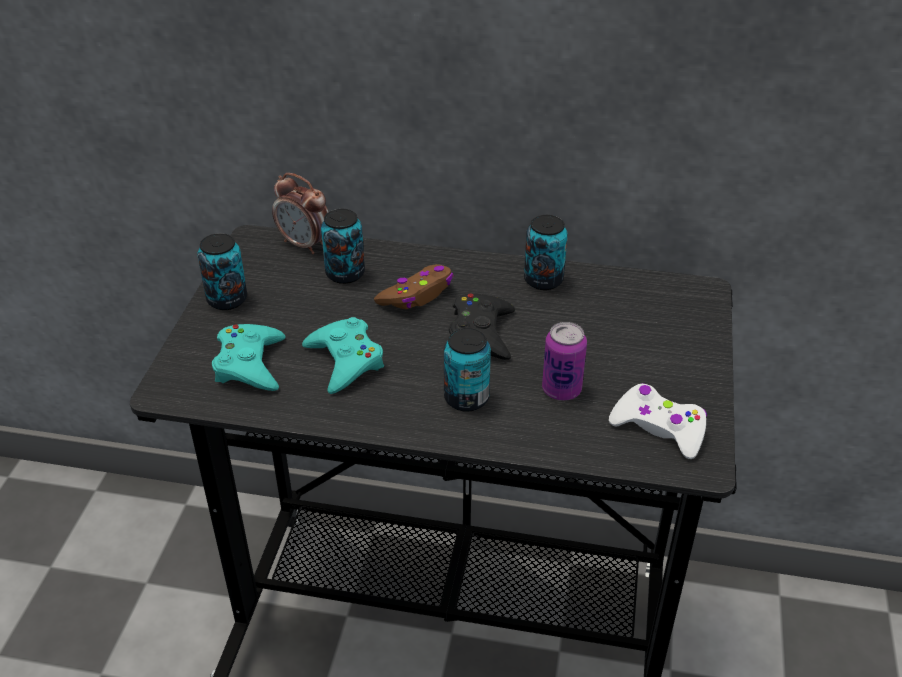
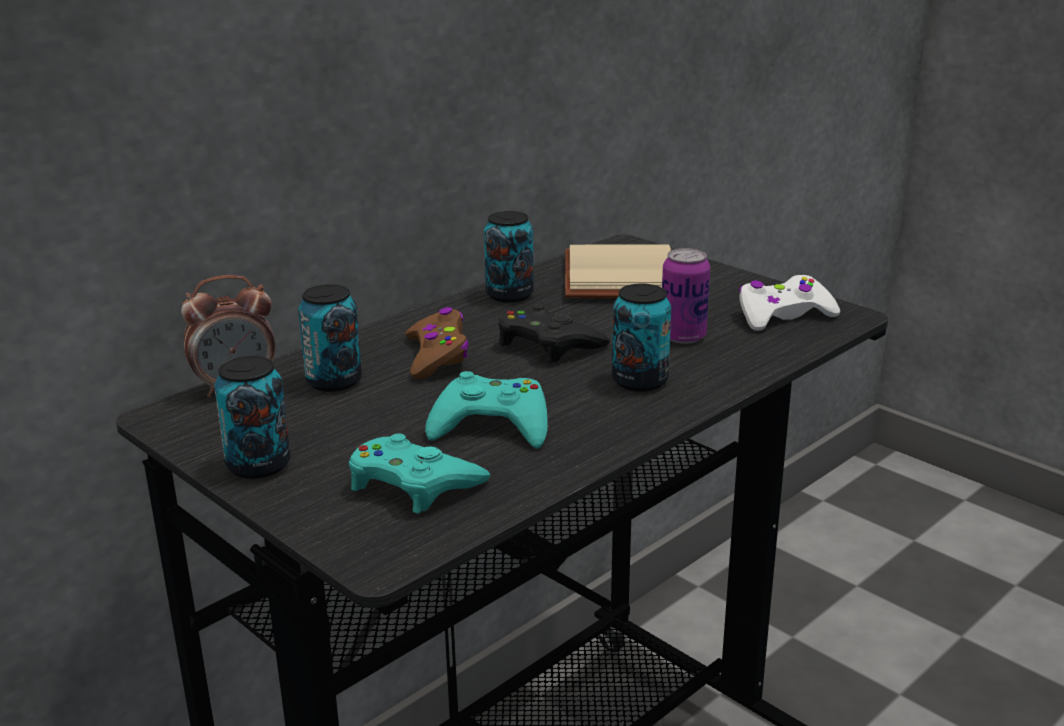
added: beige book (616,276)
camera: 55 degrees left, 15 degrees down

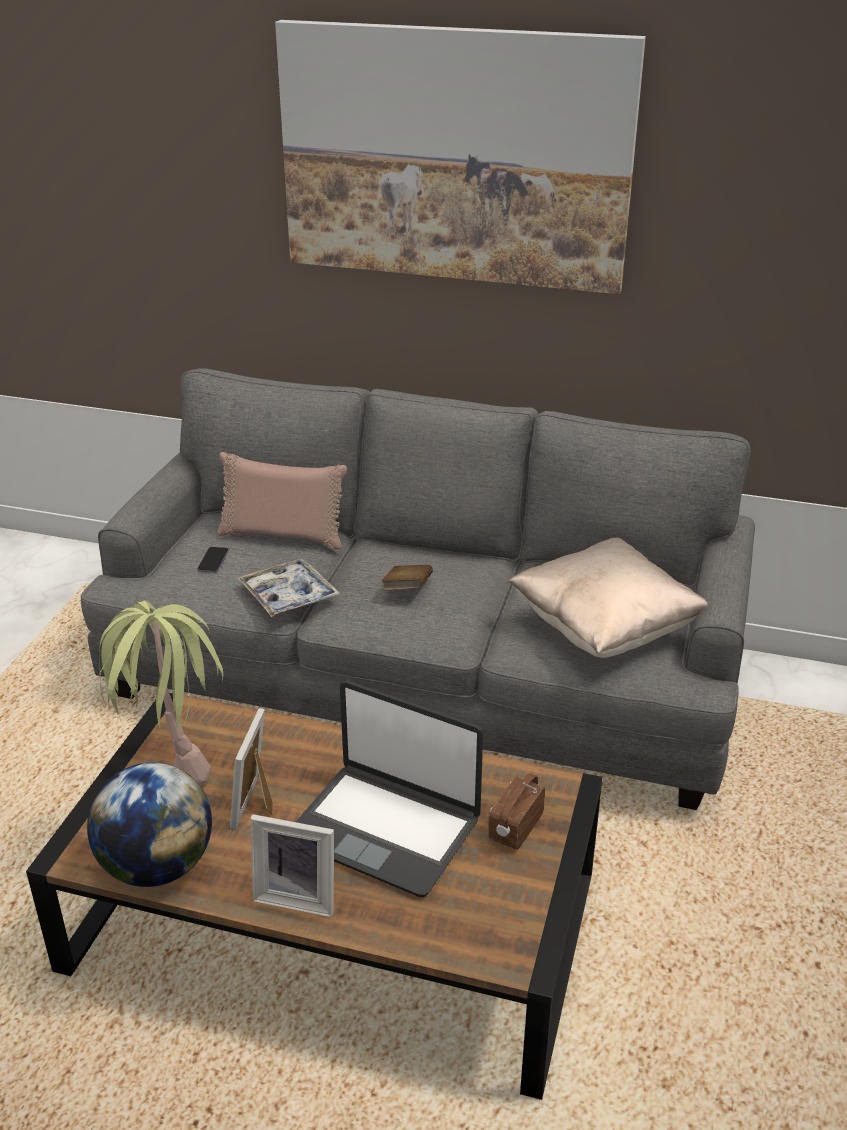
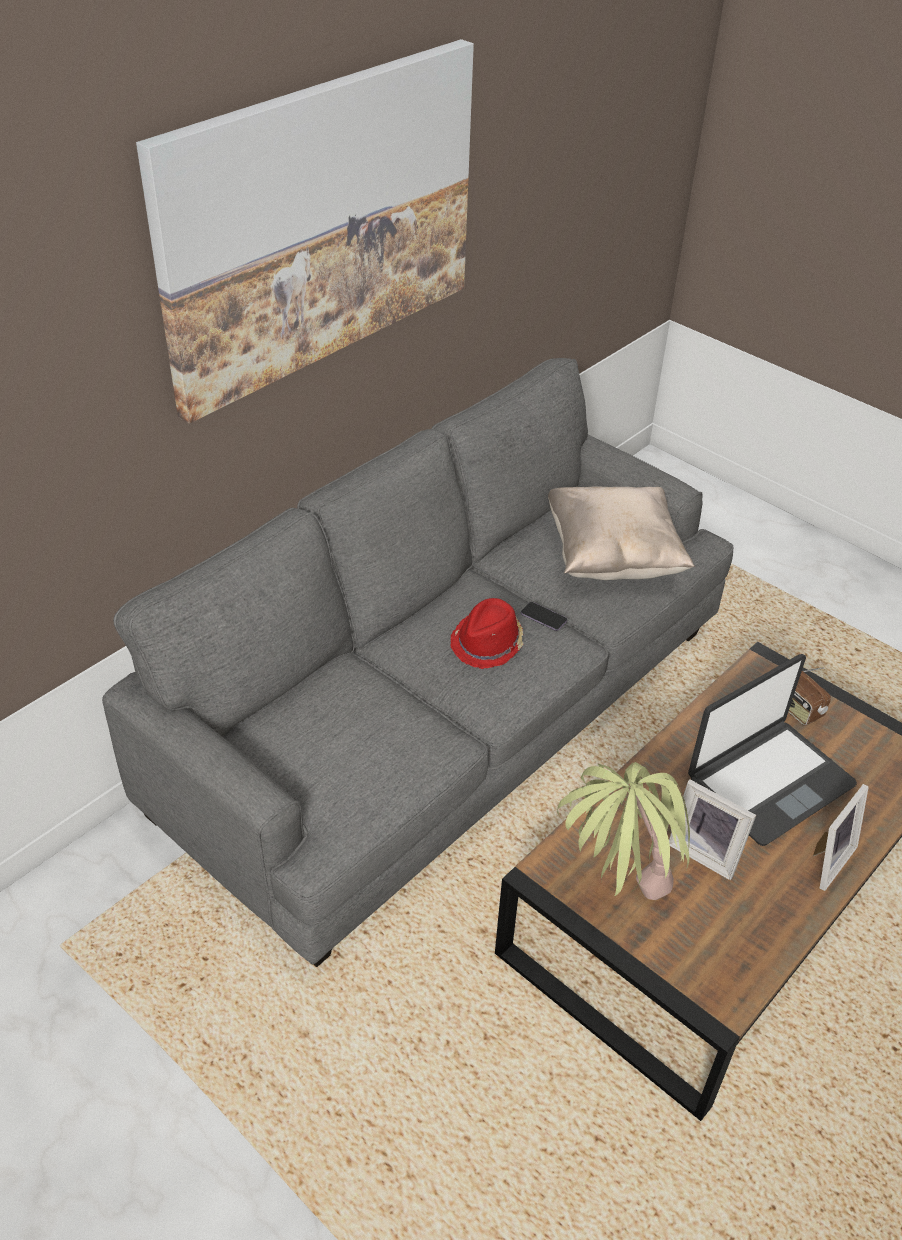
removed: beige pillow (282,536); tray (288,595); globe (157,866)
moved: phone (213,561) to (543,617)
replaced: brown book (407,589) to red hat (488,643)
camera: 65 degrees left, 10 degrees up

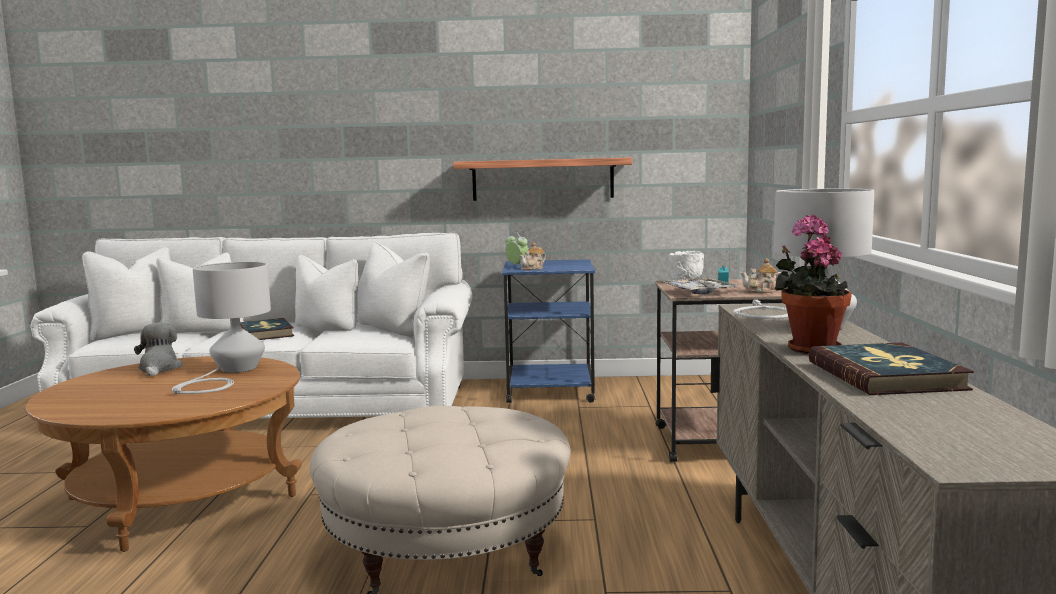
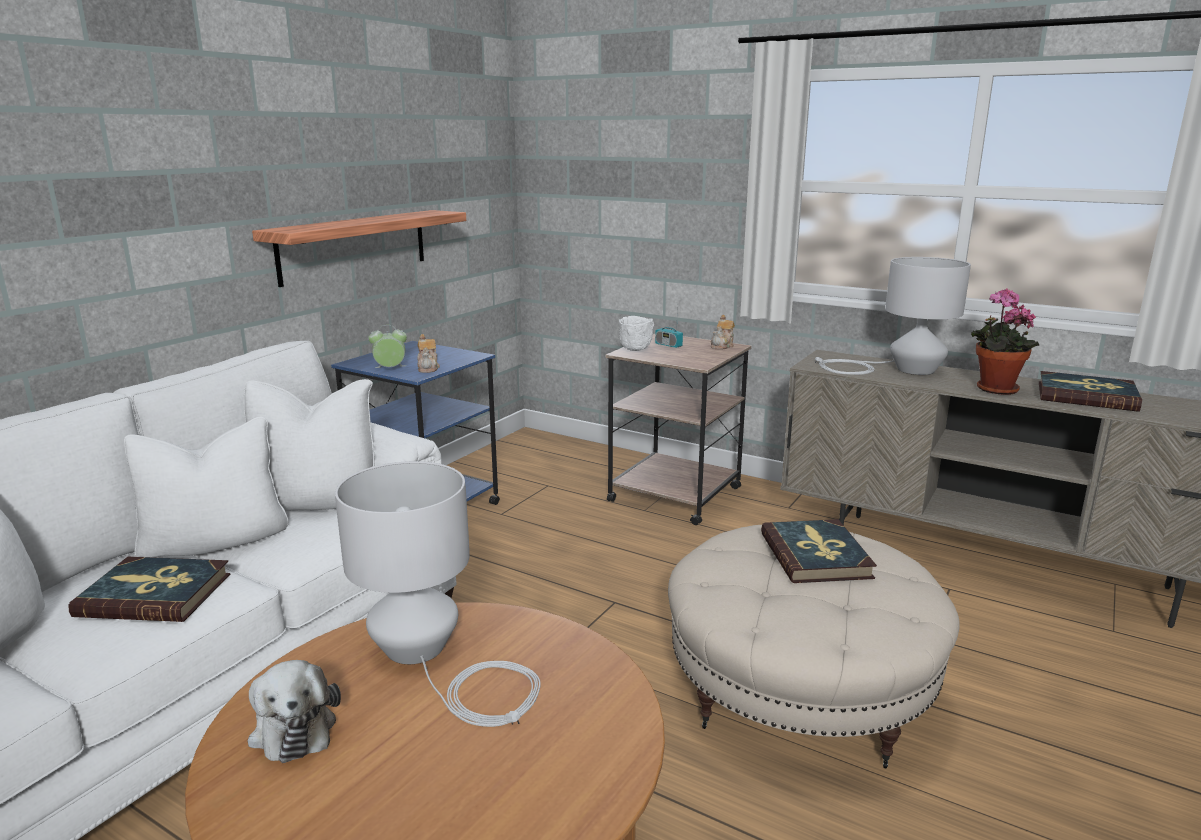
removed: tray (699,292)
added: book (816,556)
turned: plush toy (159,369) = (293,727) 135 degrees counterclockwise
camera: 60 degrees left, 10 degrees up

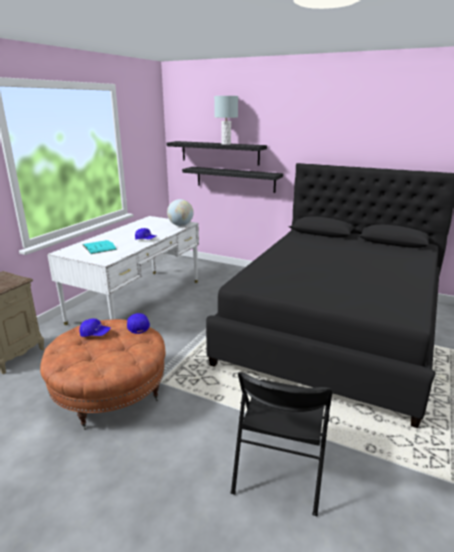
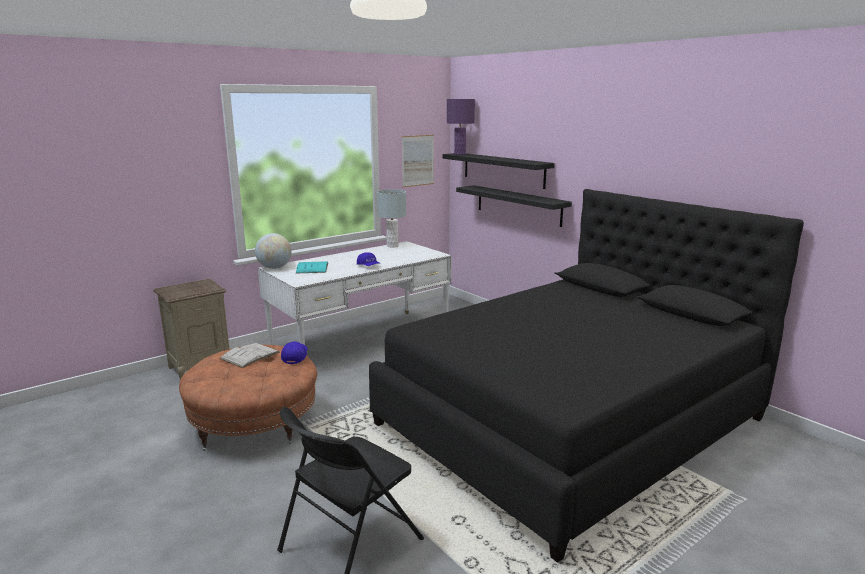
added: purple table lamp (459,154); picture (417,160)
moved: grey table lamp (226,144) to (392,246); globe (180,225) to (274,268)
replaced: blue cap (95,334) to white book (250,355)
camera: 25 degrees right, 5 degrees down

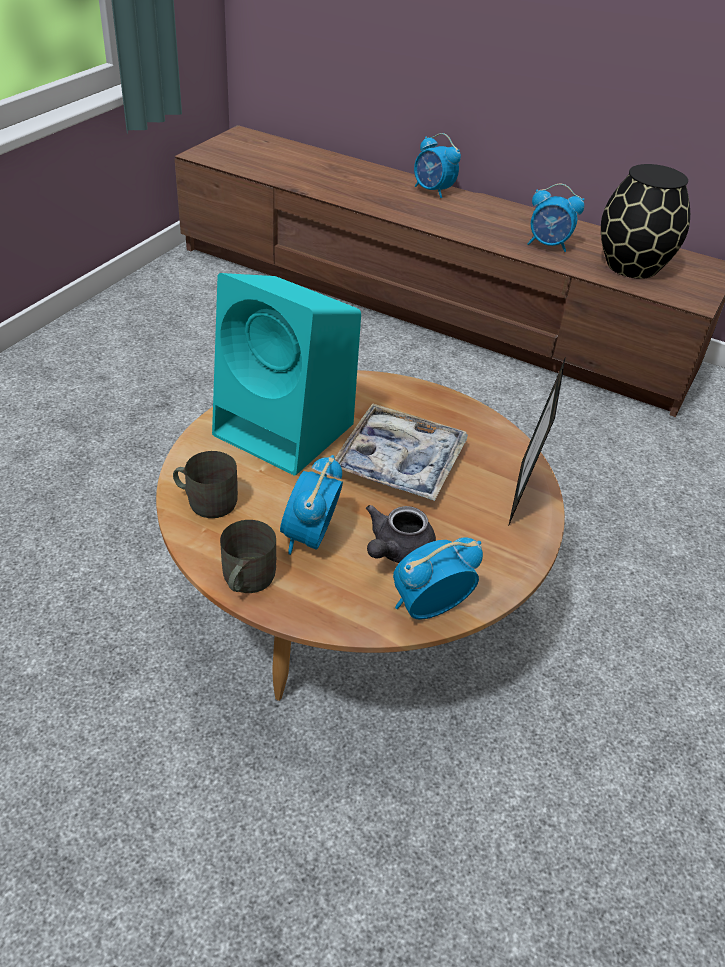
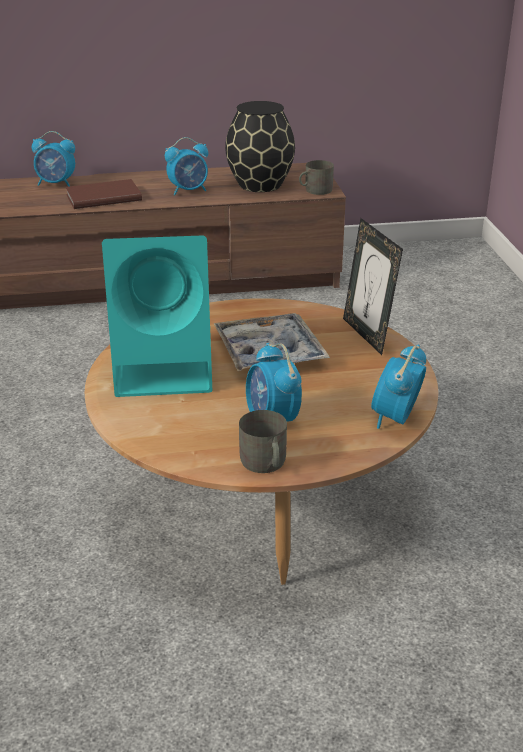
removed: grey teapot (396,551)
added: brown book (102,197)
moved: grey mug (206,500) to (315,190)
camera: 35 degrees left, 10 degrees down

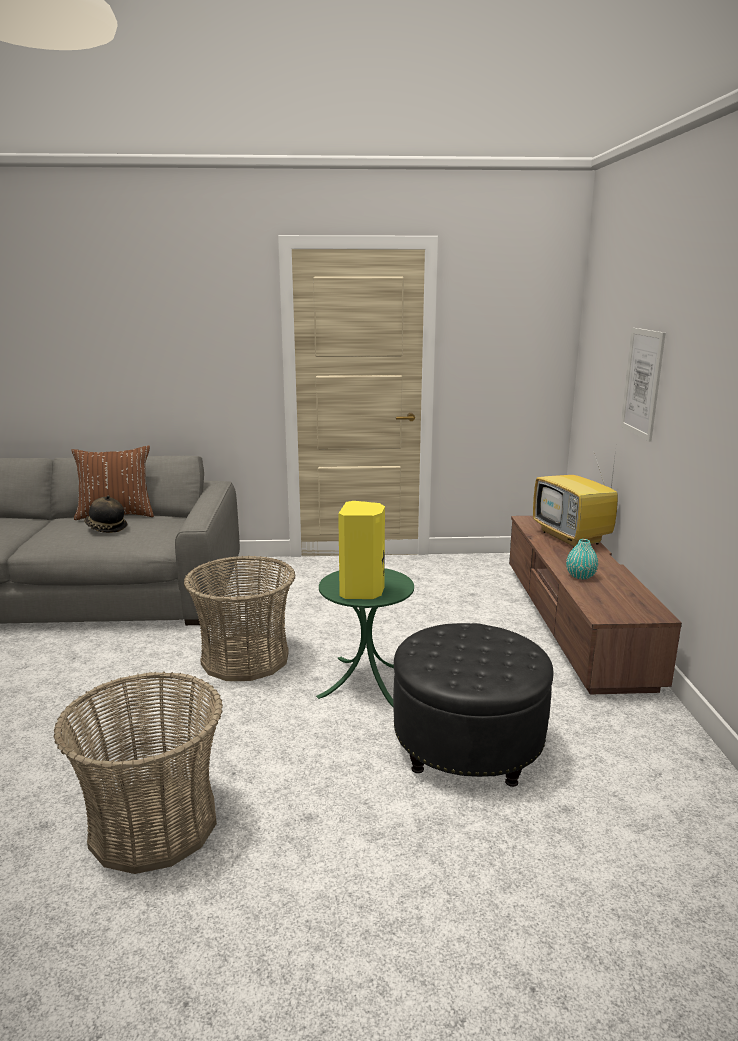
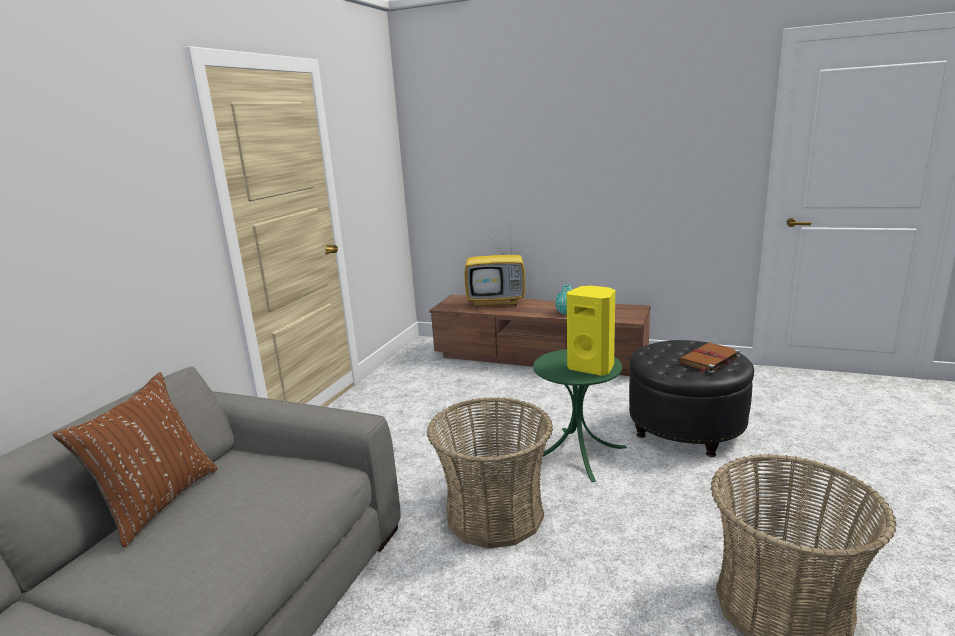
removed: picture (642,383); hat (105,528)
added: brown book (708,360)
camera: 65 degrees left, 0 degrees up

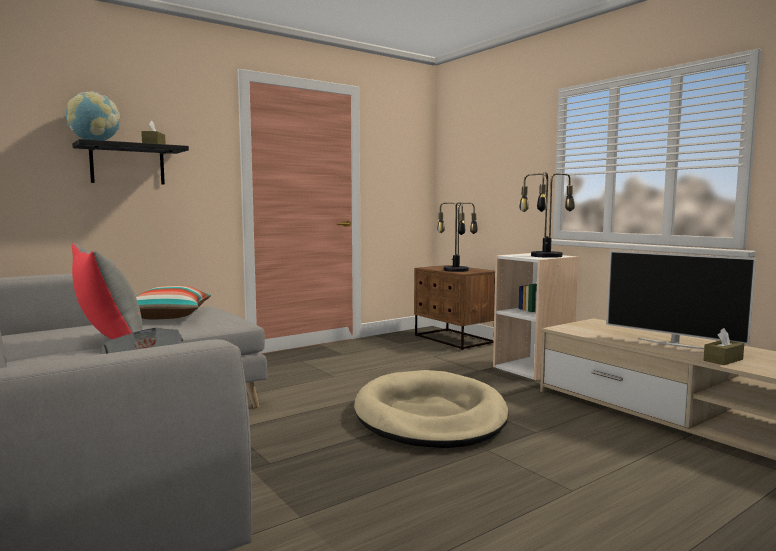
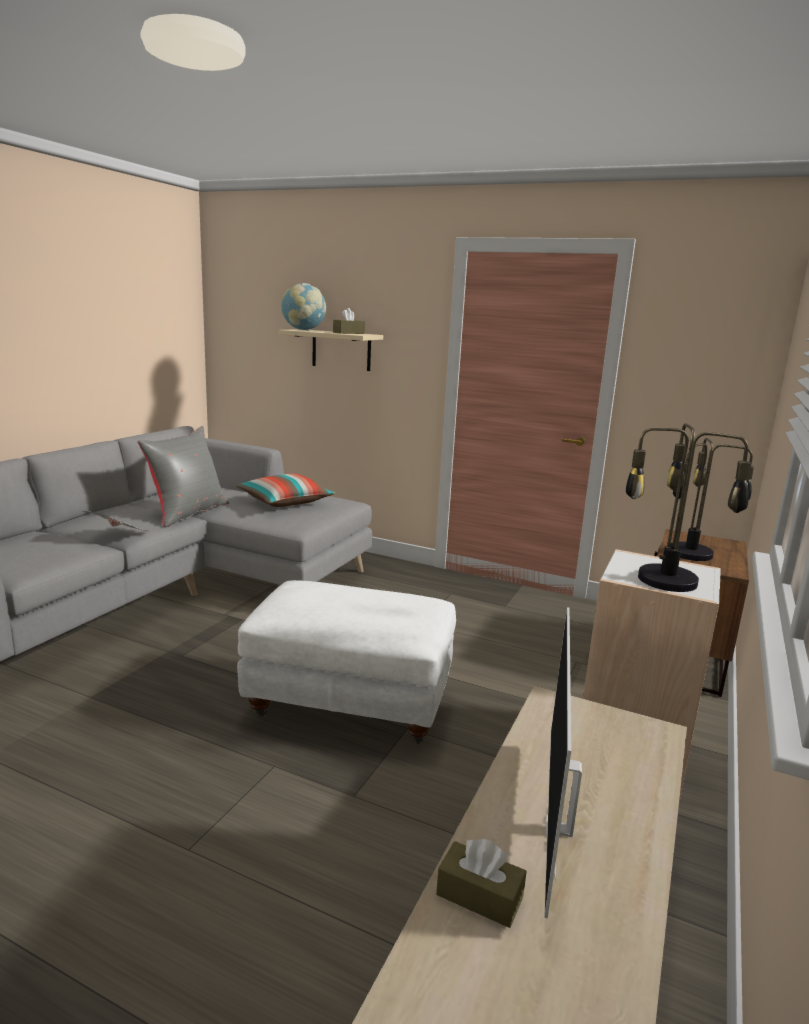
replaced: beige dog bed (430,416) to white ottoman (349,707)
recoloured: black shelf (127,165) to beige shelf (341,350)
camera: 60 degrees right, 10 degrees up

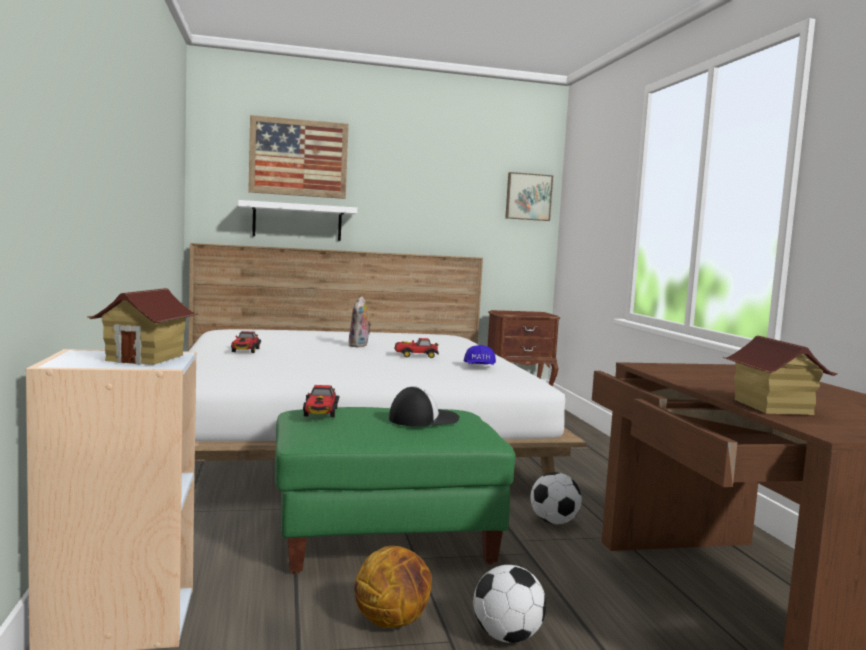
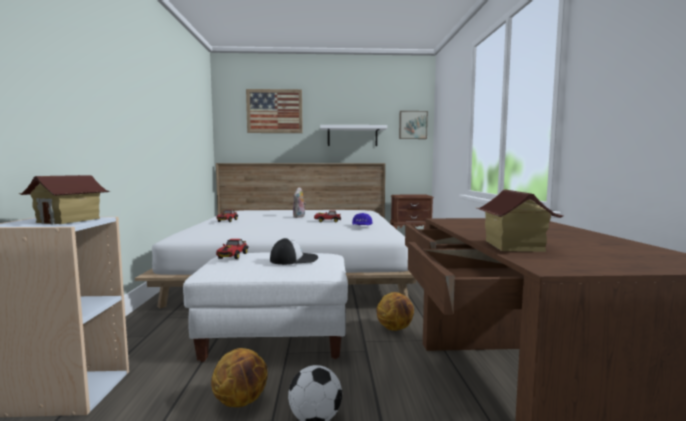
moved: white shelf (297,221) to (352,136)
replaced: football (554,522) to basketball (395,328)
recoloured: green ottoman (385,537) to white ottoman (275,337)
camera: 10 degrees right, 0 degrees up

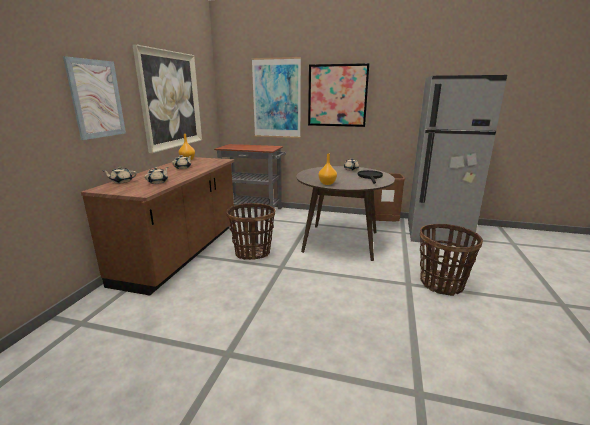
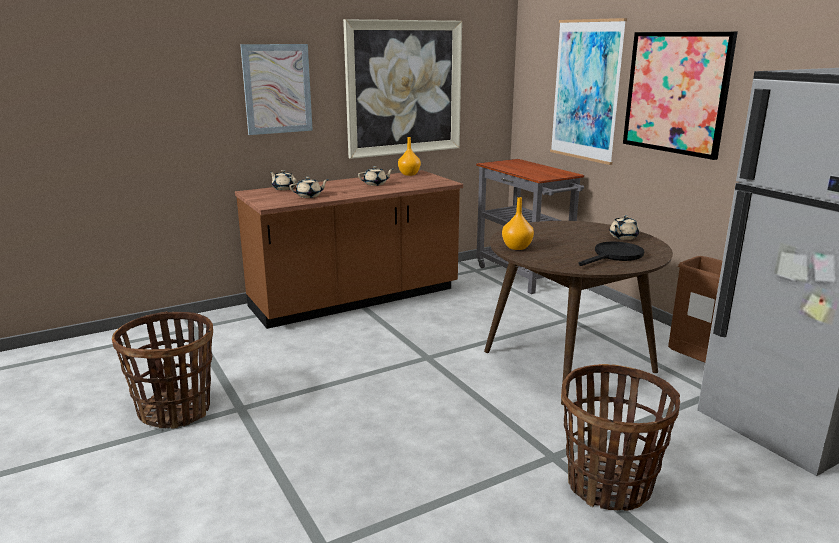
moved: basket (252,252) to (175,411)
camera: 45 degrees right, 0 degrees up

